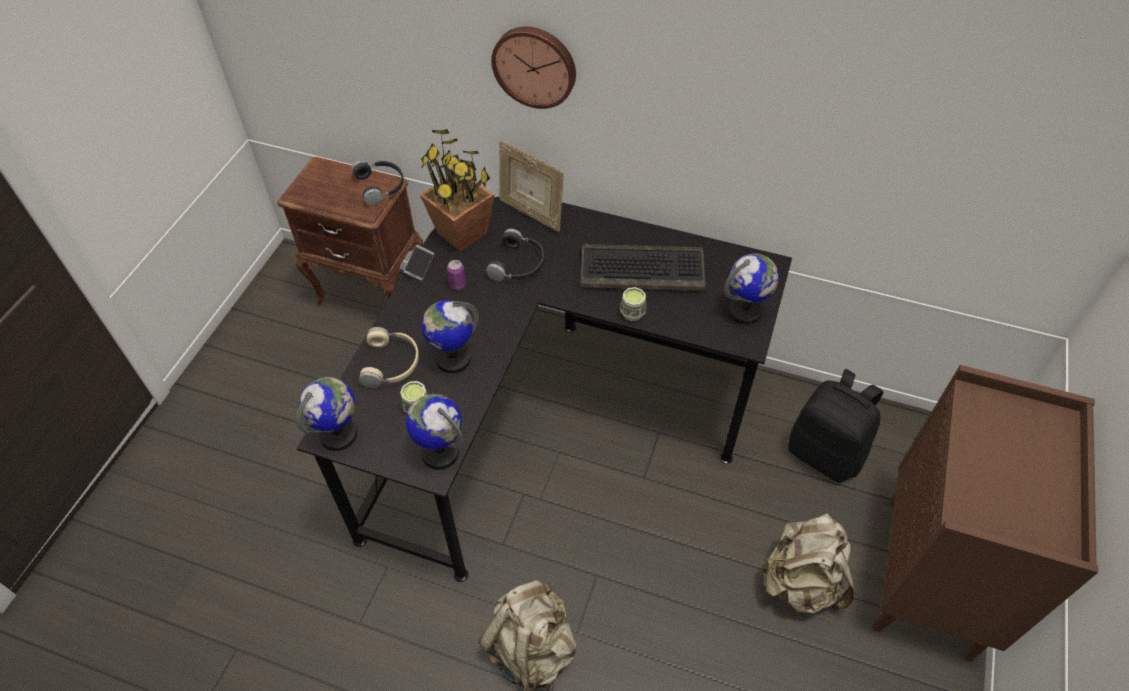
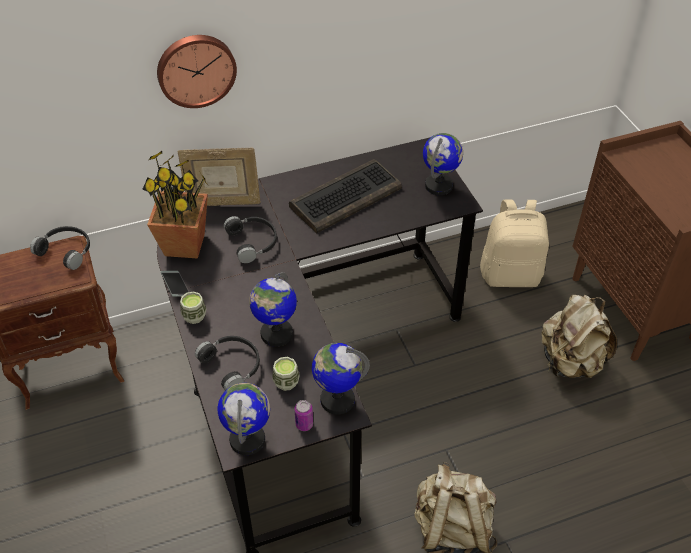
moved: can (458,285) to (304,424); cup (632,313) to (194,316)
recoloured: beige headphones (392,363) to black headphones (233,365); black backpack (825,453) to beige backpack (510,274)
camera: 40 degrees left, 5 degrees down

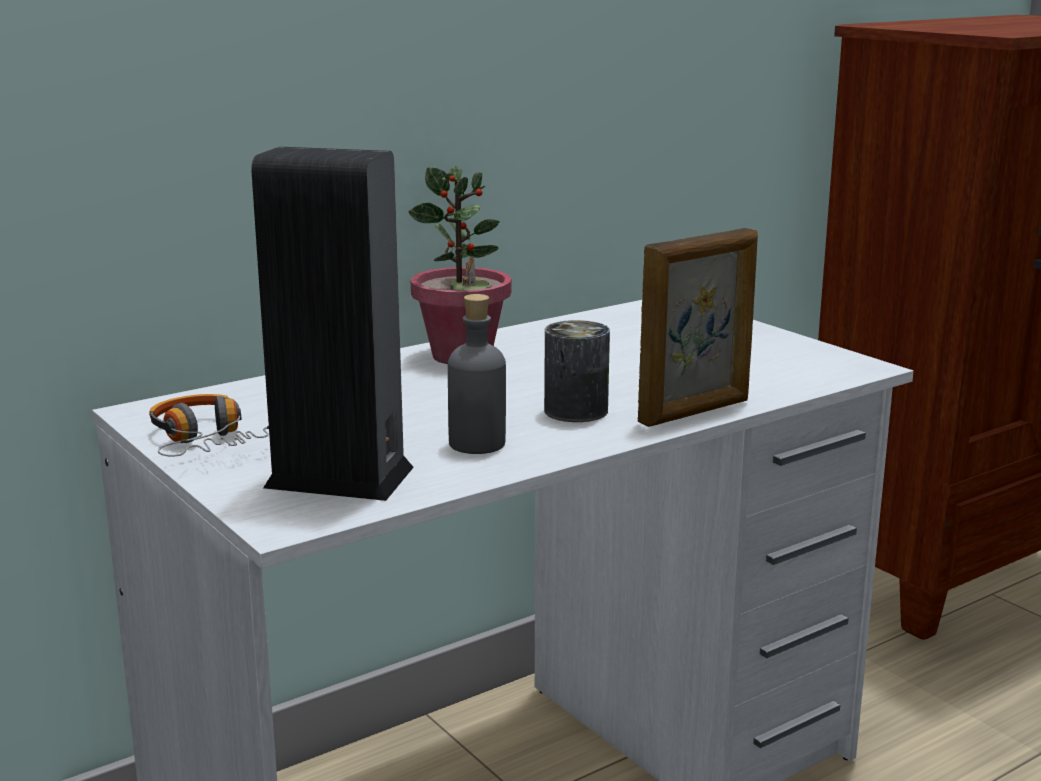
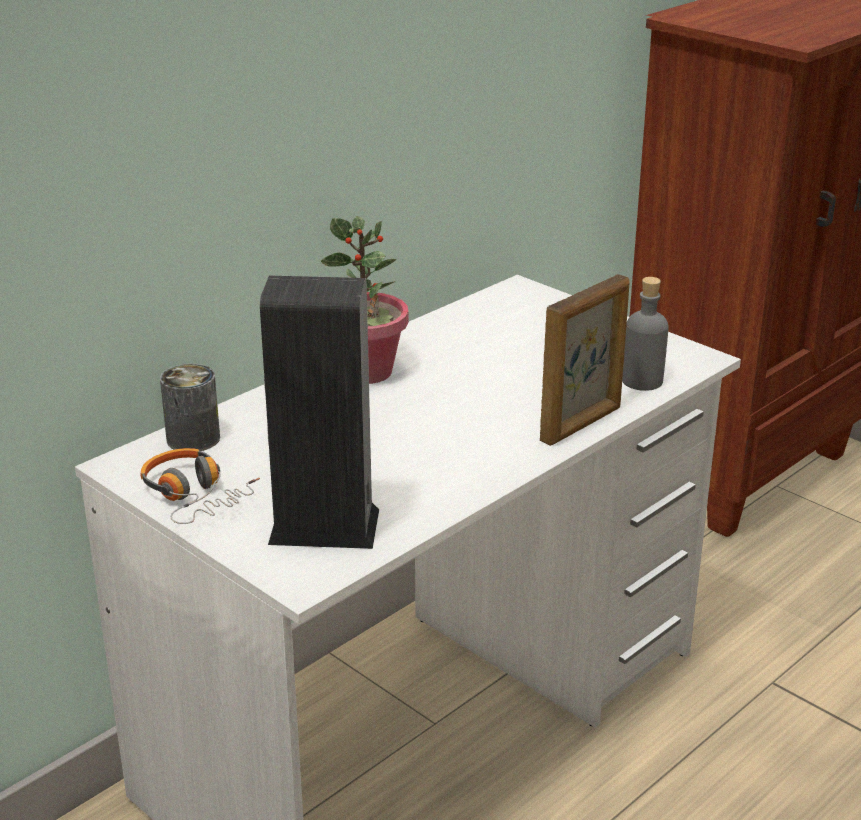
moved: grey bottle (477,443) to (642,381); can (576,411) to (193,438)
camera: 10 degrees left, 10 degrees up

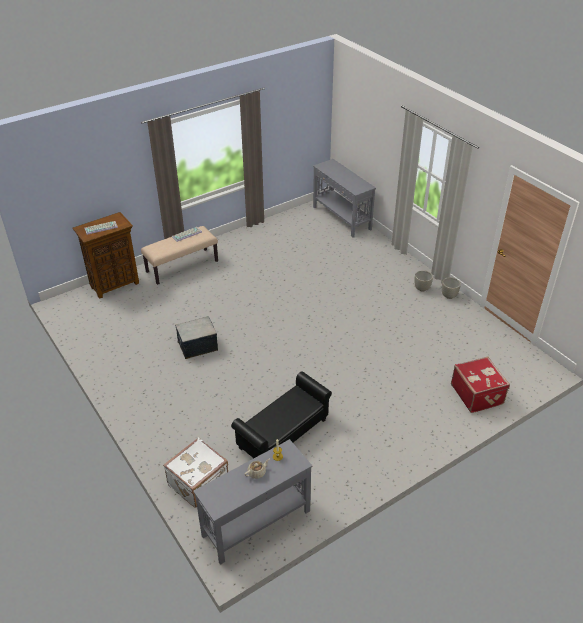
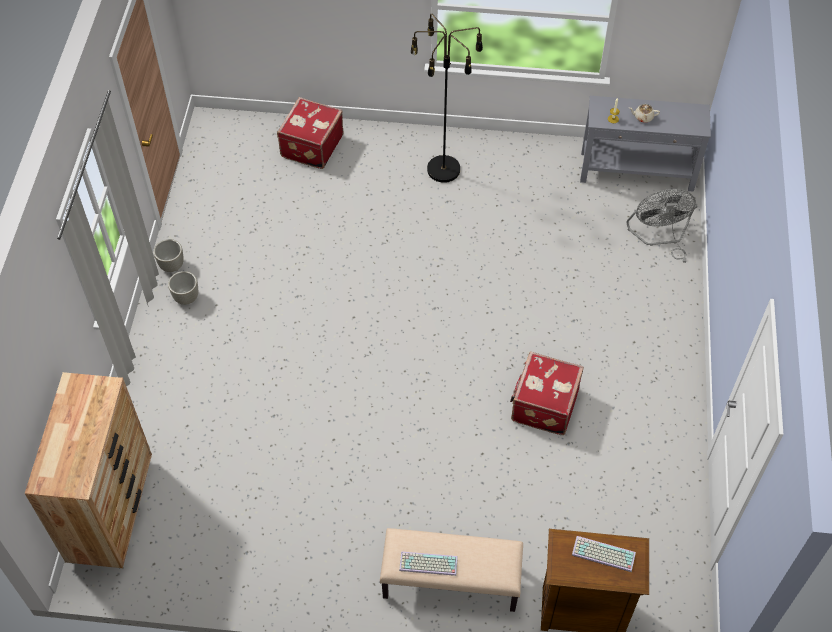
removed: black ottoman (283,434)
added: floor lamp (443,170)
replaced: grey console table (341,218) to brown dresser (112,510); storage box (197,346) to red suitcase (543,405); white suitcase (199,483) to grey fan (663,236)
camera: 140 degrees left, 15 degrees up

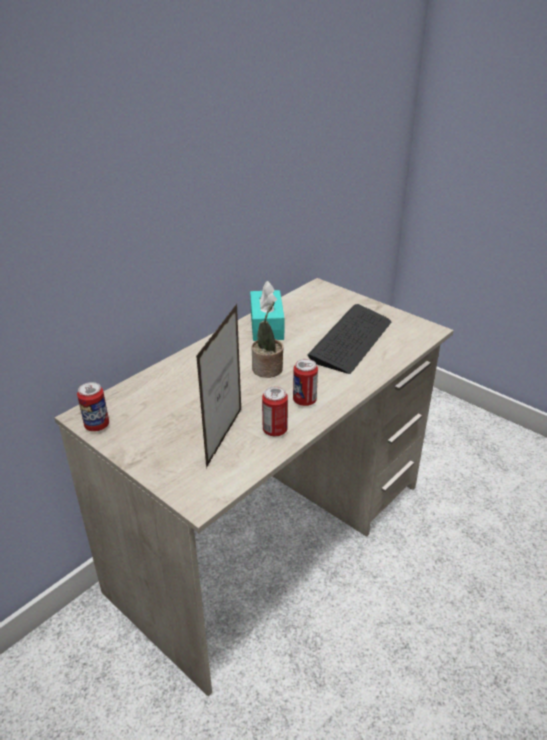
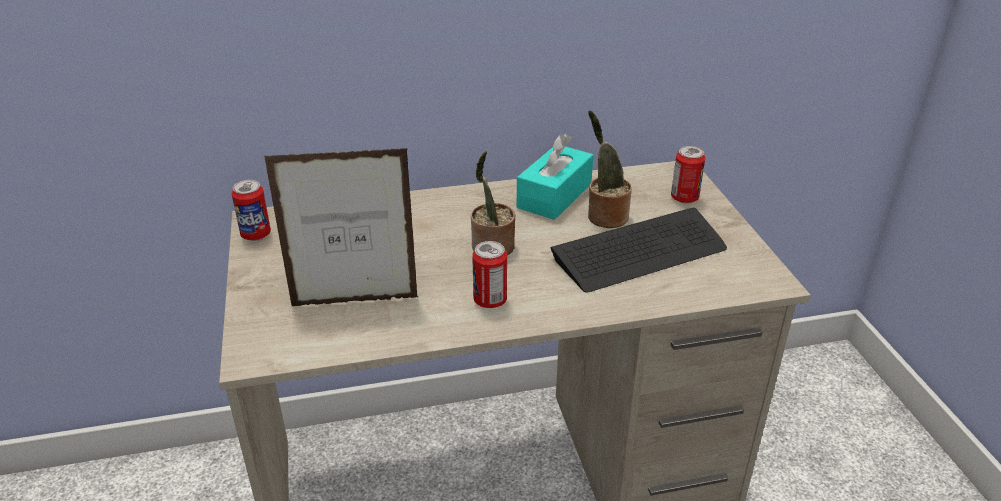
added: potted plant (604,216)
moved: can (275,430) to (684,198)
turned: picture frame (224,437) = (355,302) 150 degrees counterclockwise
camera: 35 degrees right, 0 degrees up

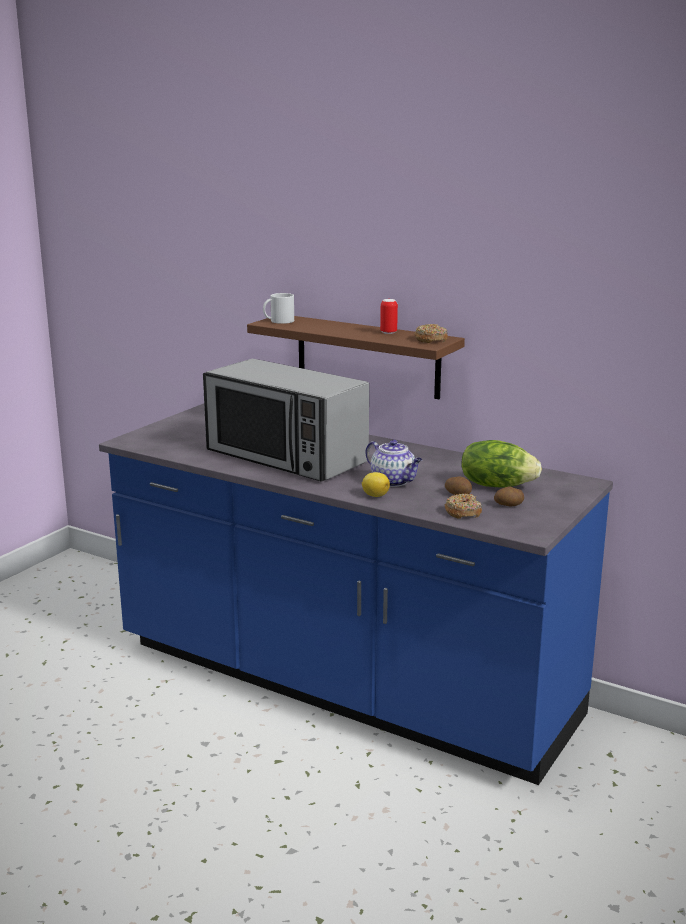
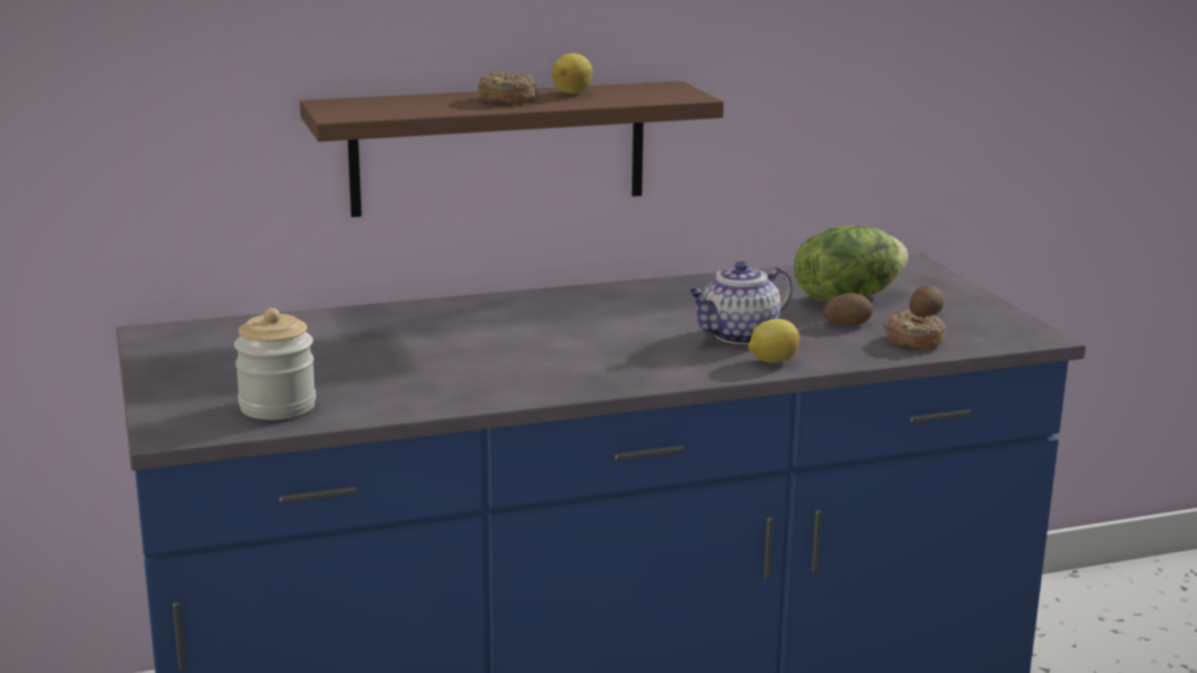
removed: white mug (280,321); microwave (285,457)
added: jar (277,406)
moved: donut (430,339) to (507,99)
replaced: can (388,332) to lemon (573,93)
turned: teapot (394,481) = (738,336) 150 degrees clockwise
camera: 50 degrees left, 0 degrees up

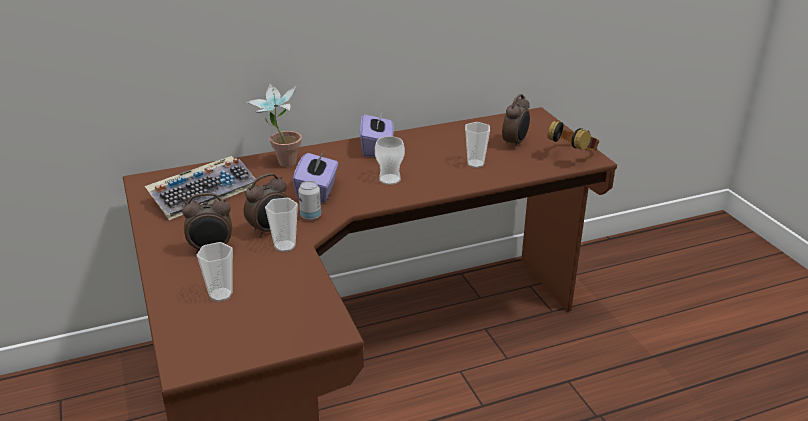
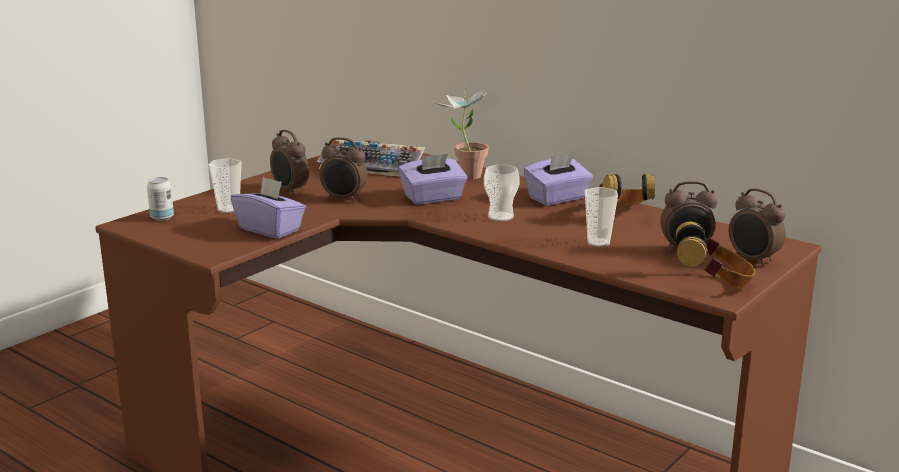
removed: cup (285,246)
added: headphones (624,214); purple tissue box (270,229); alarm clock (753,260)
moved: can (310,216) to (162,218)
camera: 60 degrees right, 10 degrees down

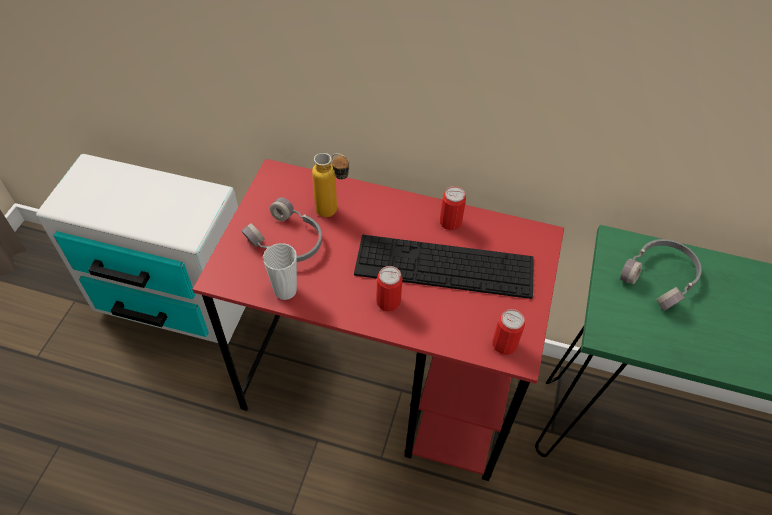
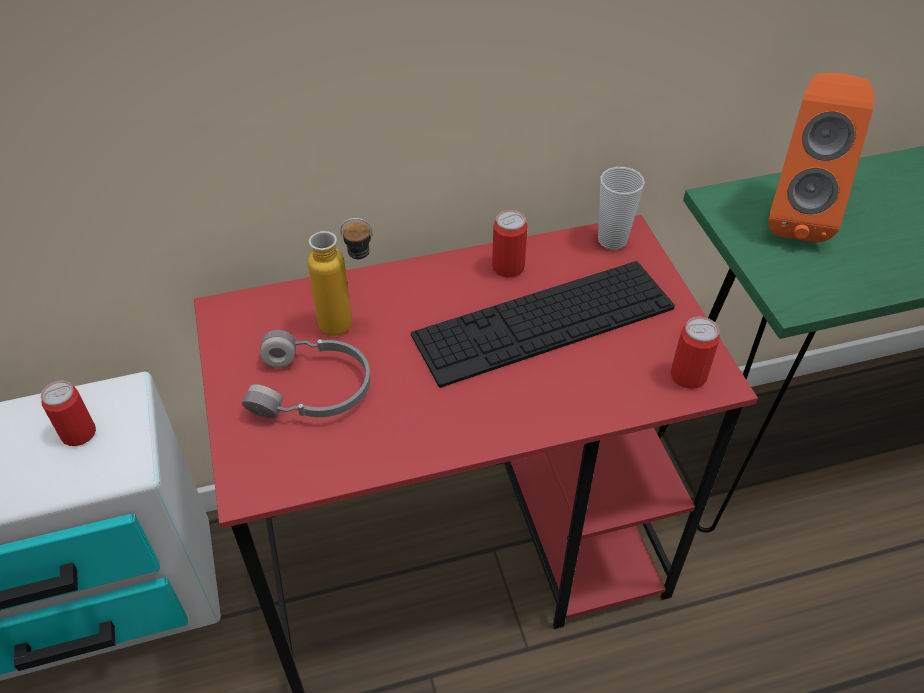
moved: cup (285,291) to (612,240); can (388,301) to (78,433)
replaced: grey headphones (661,277) to orange speaker (795,216)
camera: 30 degrees left, 5 degrees down

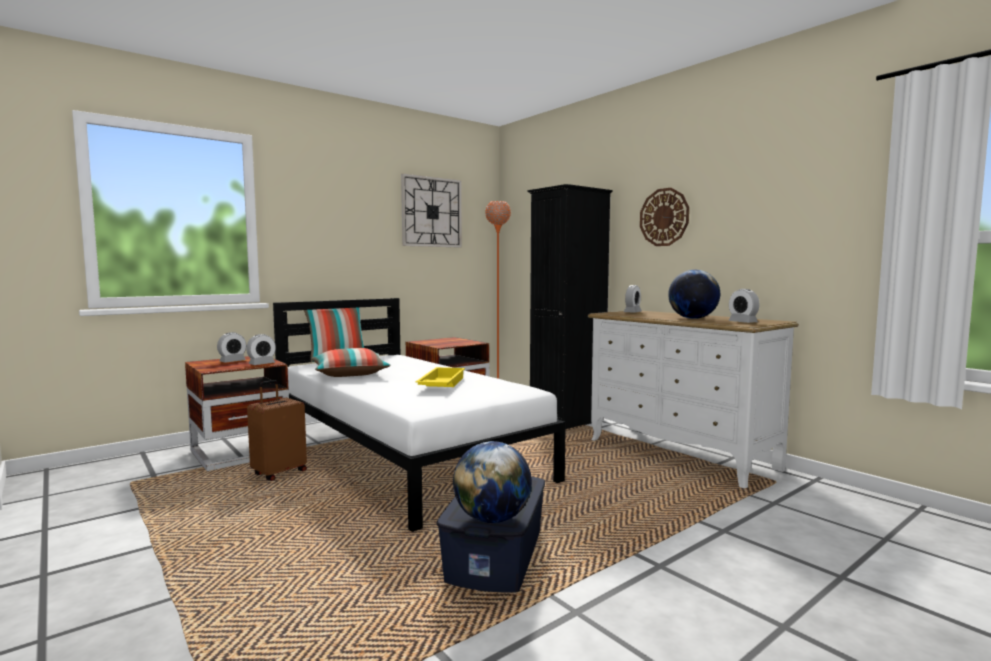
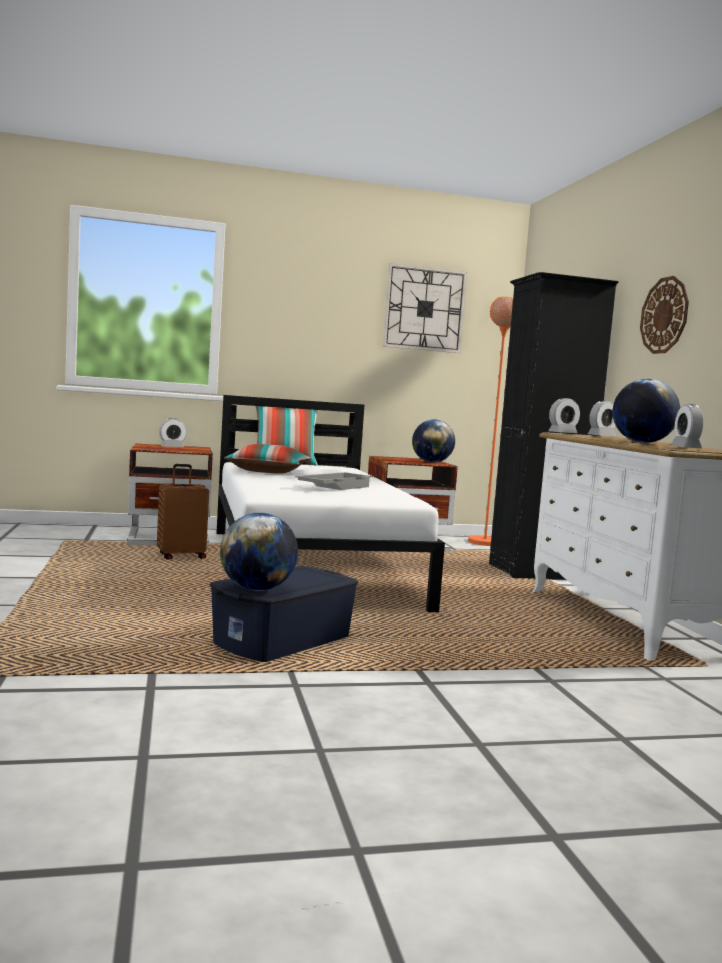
added: globe (431,462)
moved: alarm clock (262,364) to (562,433)
recoloured: yellow tray (441,384) to grey tray (333,487)
camera: 25 degrees right, 0 degrees up

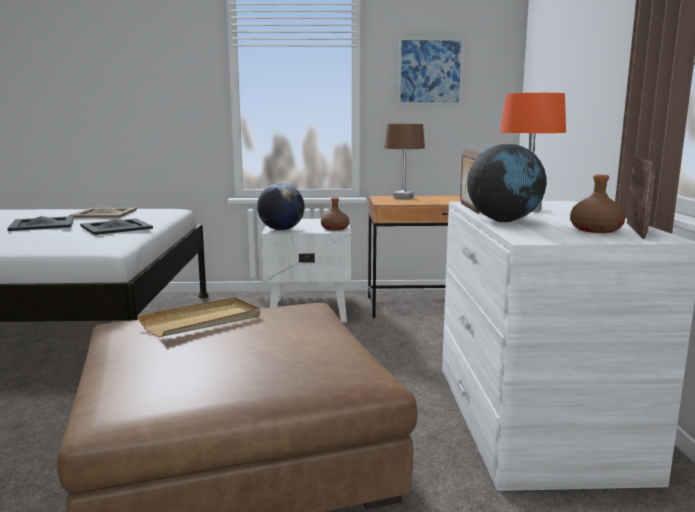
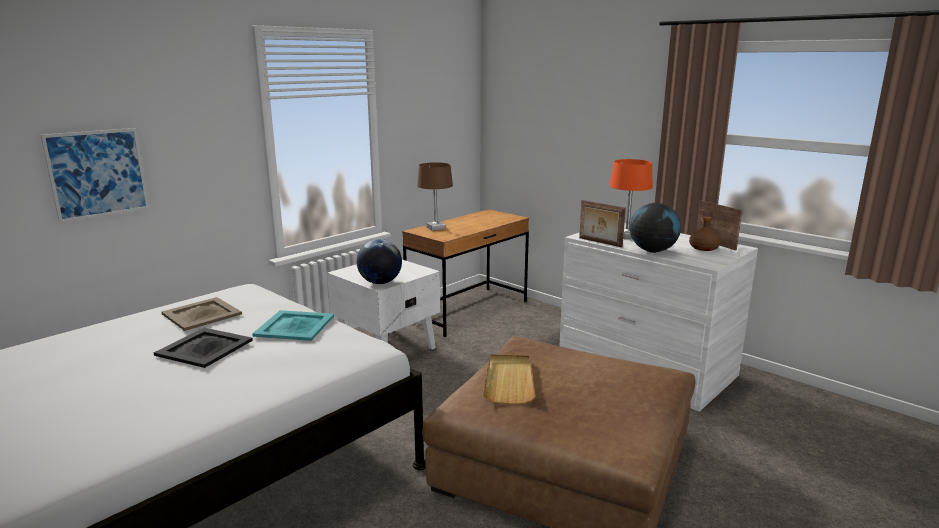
removed: brown bottle (335,228)
moved: picture (430,71) to (98,173)
recoloured: black tray (117,227) to turquoise tray (295,326)
camera: 45 degrees left, 5 degrees up

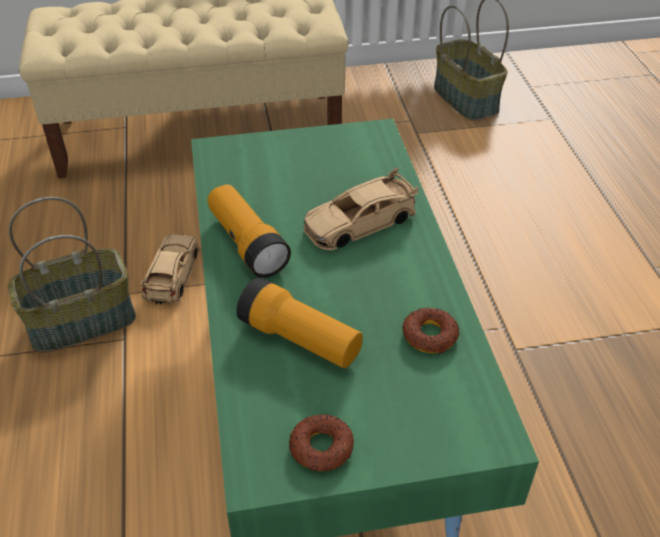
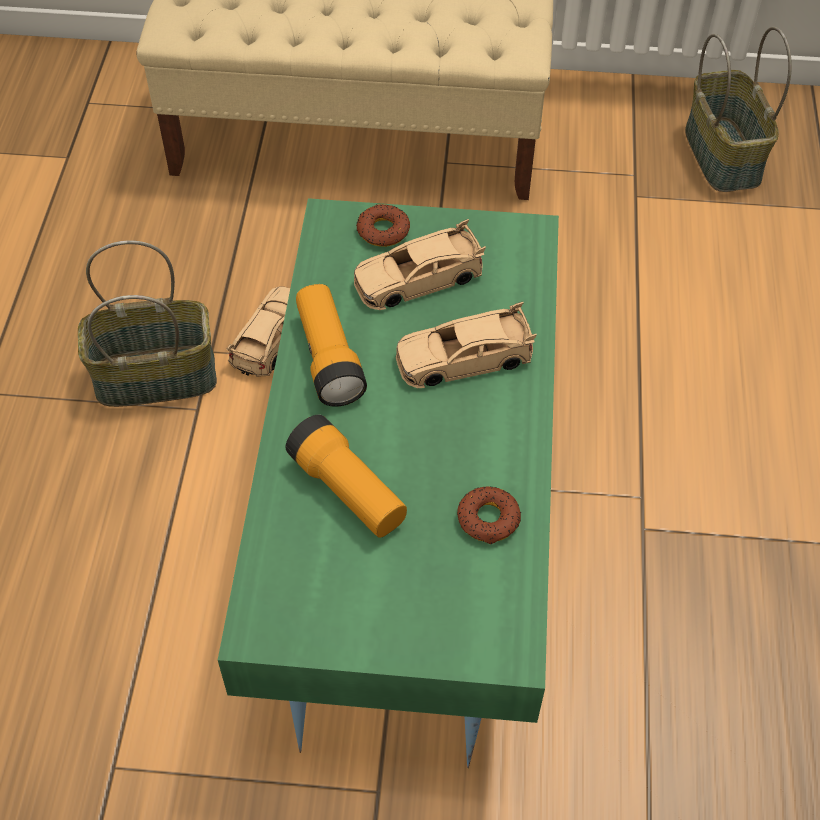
added: beige toy car (418,278)
moved: donut (321,447) to (383,231)
camera: 15 degrees right, 10 degrees up

